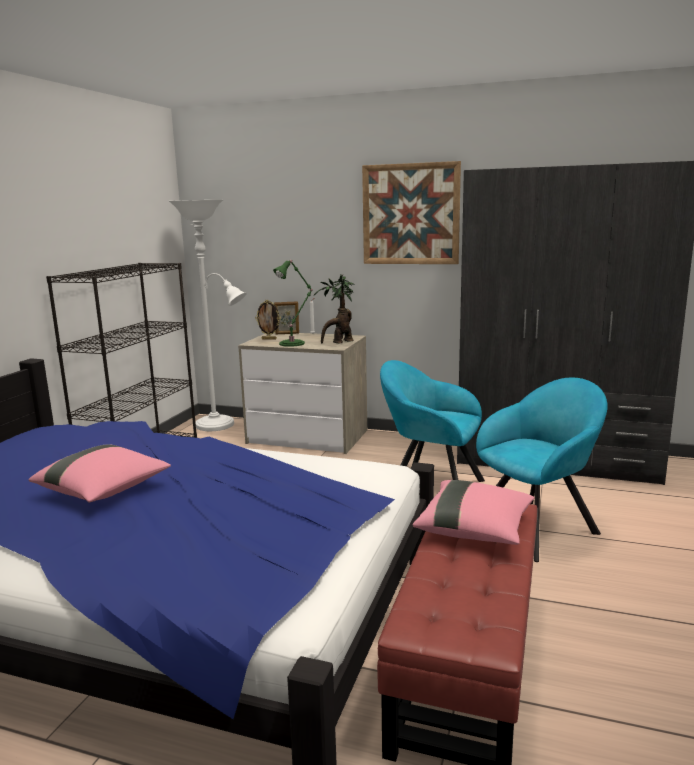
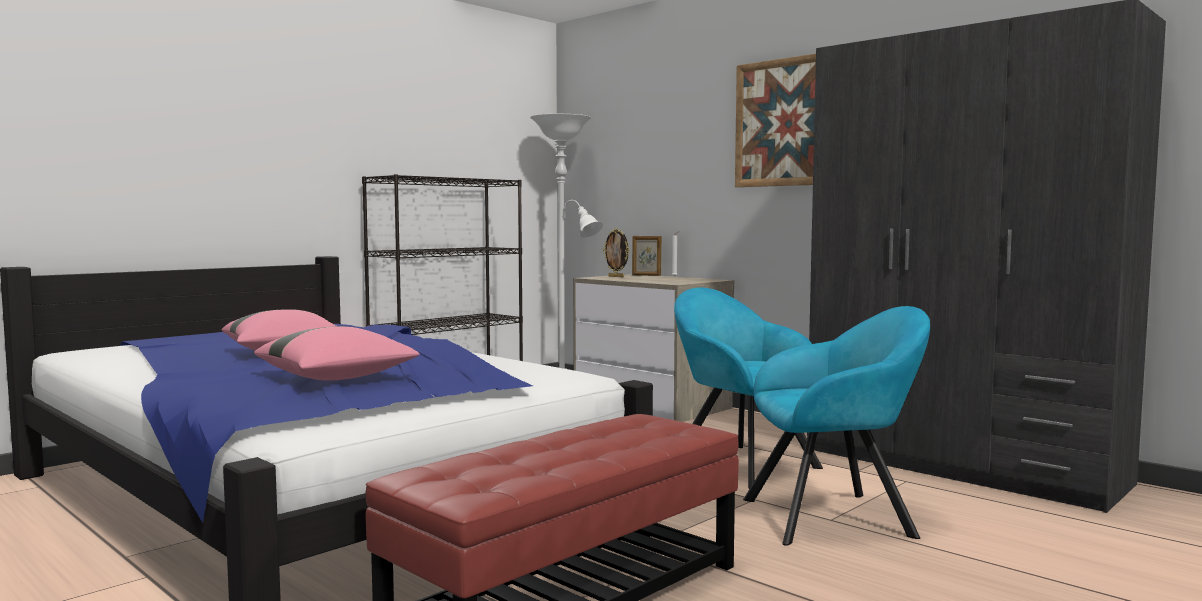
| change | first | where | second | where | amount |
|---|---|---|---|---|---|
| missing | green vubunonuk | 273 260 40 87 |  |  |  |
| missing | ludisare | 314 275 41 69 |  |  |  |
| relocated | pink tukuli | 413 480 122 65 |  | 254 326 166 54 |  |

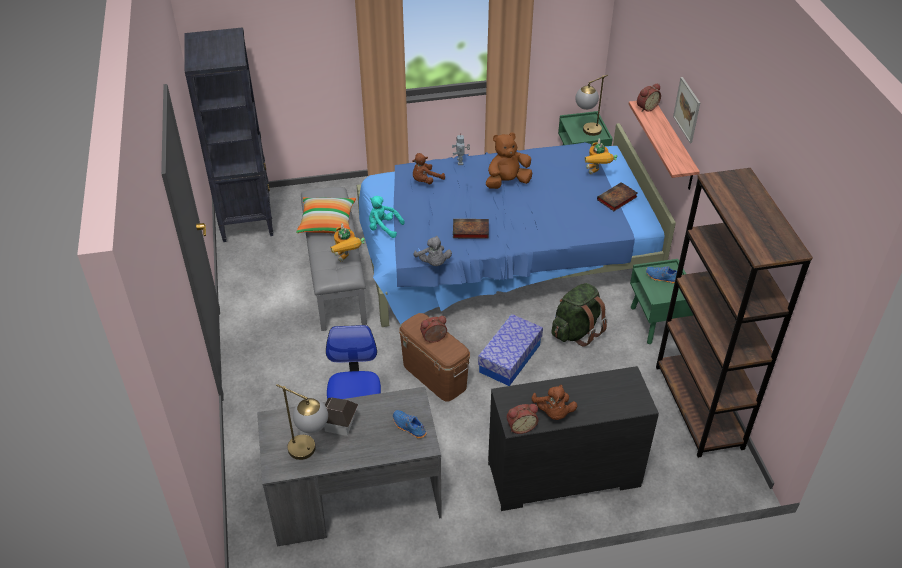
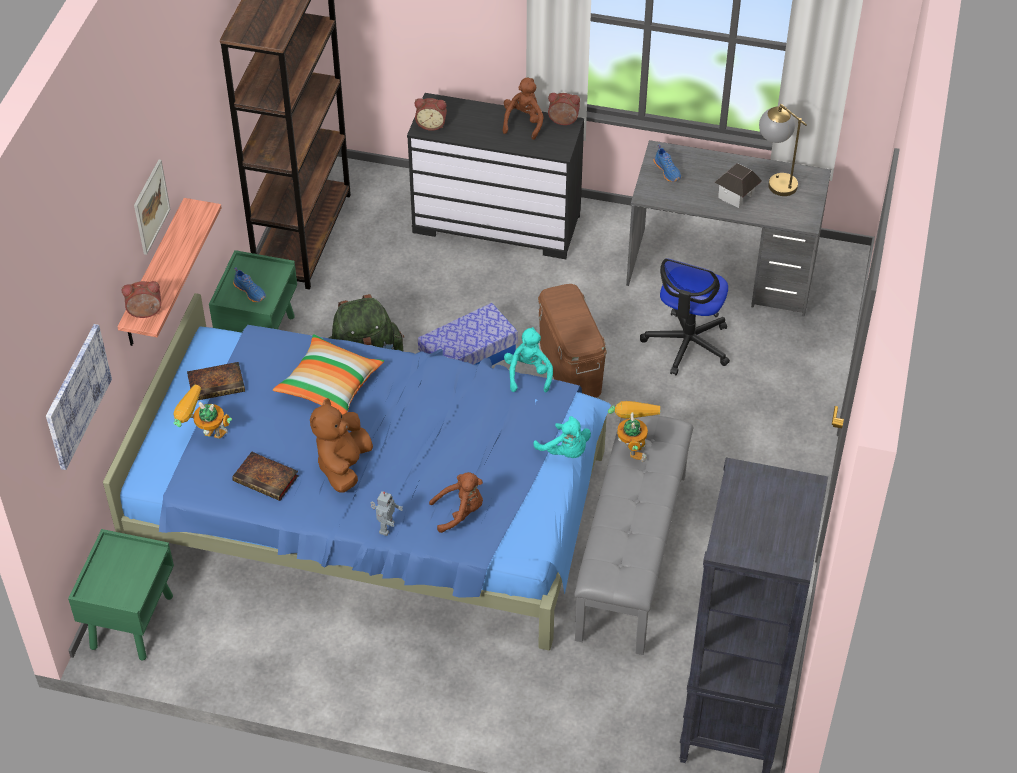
| change | first | where | second | where | amount |
|---|---|---|---|---|---|
| missing | vubunonuk | 575 75 33 61 |  |  |  |
| appeared |  |  | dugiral | 46 324 66 146 |  |
| relocated | tukuli | 296 197 60 37 |  | 273 334 111 81 |  |
| relocated | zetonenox | 420 316 27 27 |  | 415 98 32 33 |  |
| relocated | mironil | 453 219 36 20 |  | 232 452 66 49 |  |
| colour | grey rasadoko | 414 236 38 30 | turquoise rasadoko | 504 327 49 66 |  |
| spun | brown rasadoko | 486 132 46 57 |  | 310 398 63 95 | 105 degrees clockwise |
| spun | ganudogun | 585 138 33 37 |  | 173 385 59 54 | 90 degrees counterclockwise |

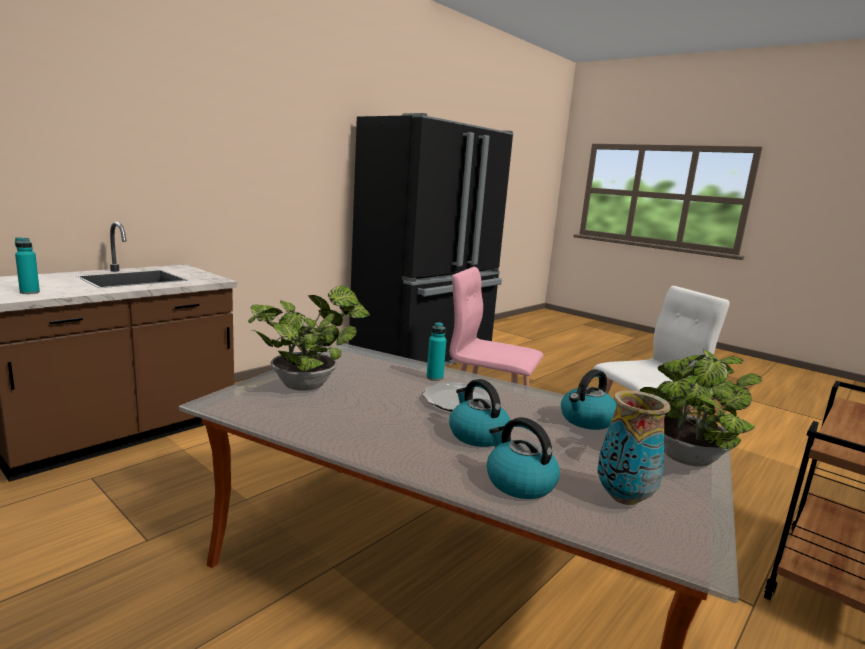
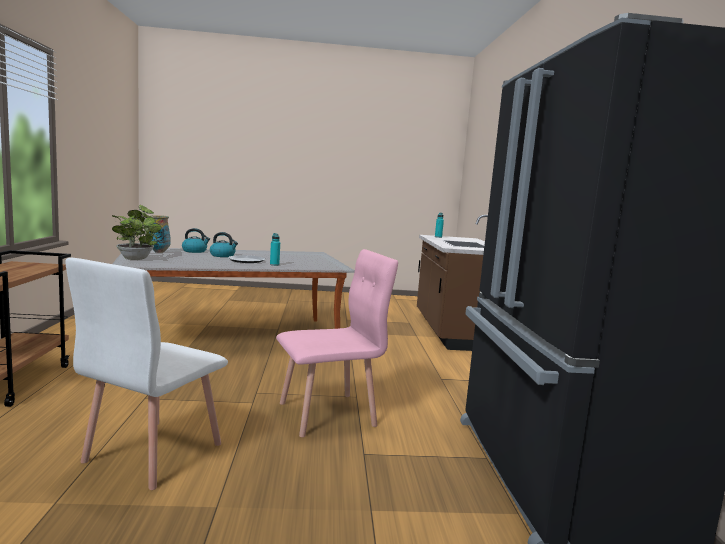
| change | first | where | second | where | amount |
|---|---|---|---|---|---|
| missing | ludisare | 248 286 122 105 |  |  |  |
| missing | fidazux | 561 369 56 61 |  |  |  |

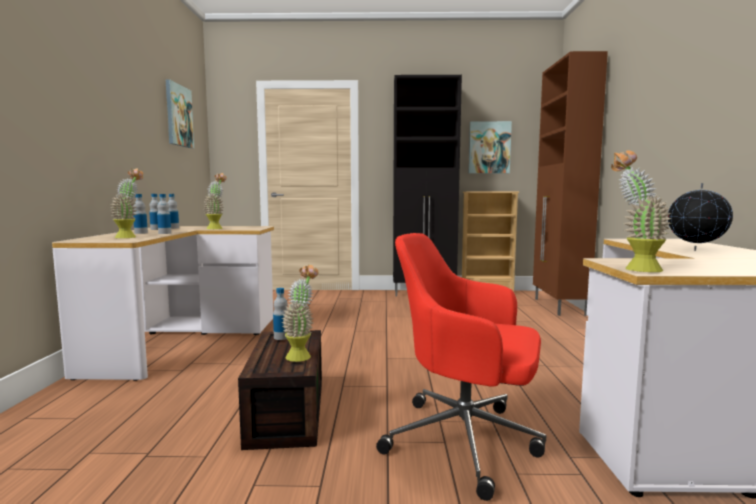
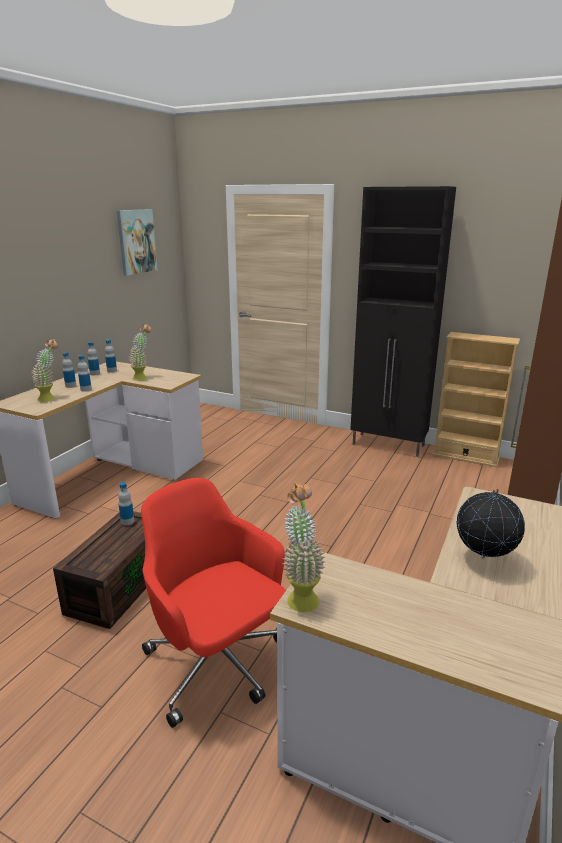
| change | first | where | second | where | amount |
|---|---|---|---|---|---|
| missing | ludisare | 282 265 36 97 |  |  |  |
| missing | dugiral | 469 121 43 52 |  |  |  |

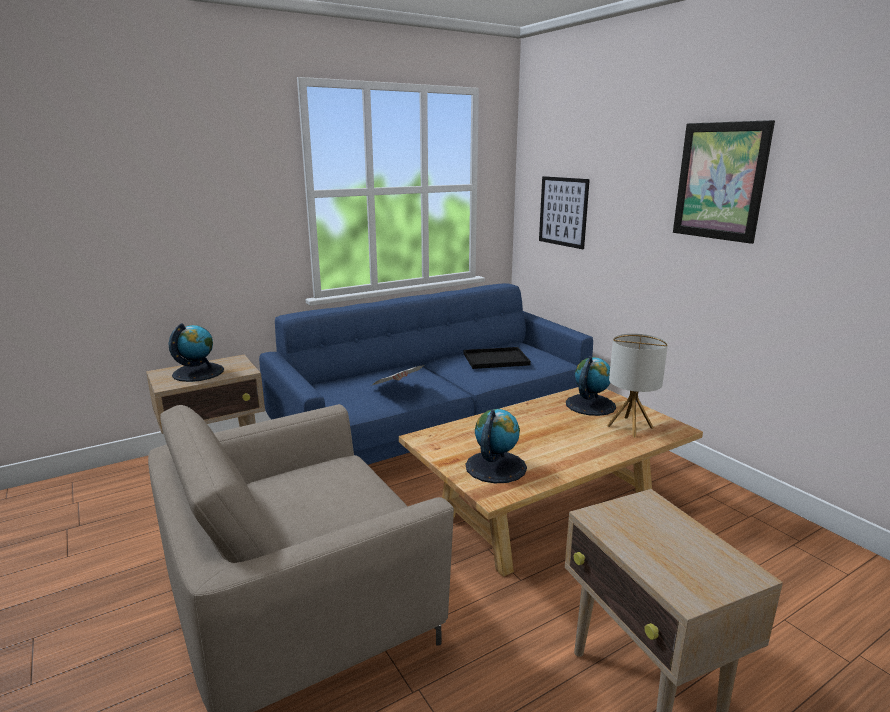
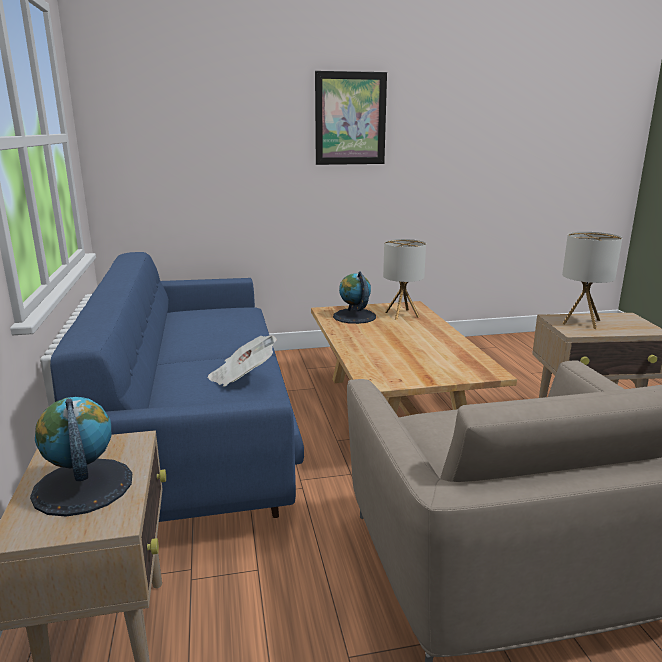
| change | first | where | second | where | amount |
|---|---|---|---|---|---|
| missing | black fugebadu | 464 347 67 22 |  |  |  |
| missing | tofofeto | 466 409 61 74 |  |  |  |
| missing | dugiral | 539 176 51 73 |  |  |  |
| appeared |  |  | vubunonuk | 562 232 60 97 |  |

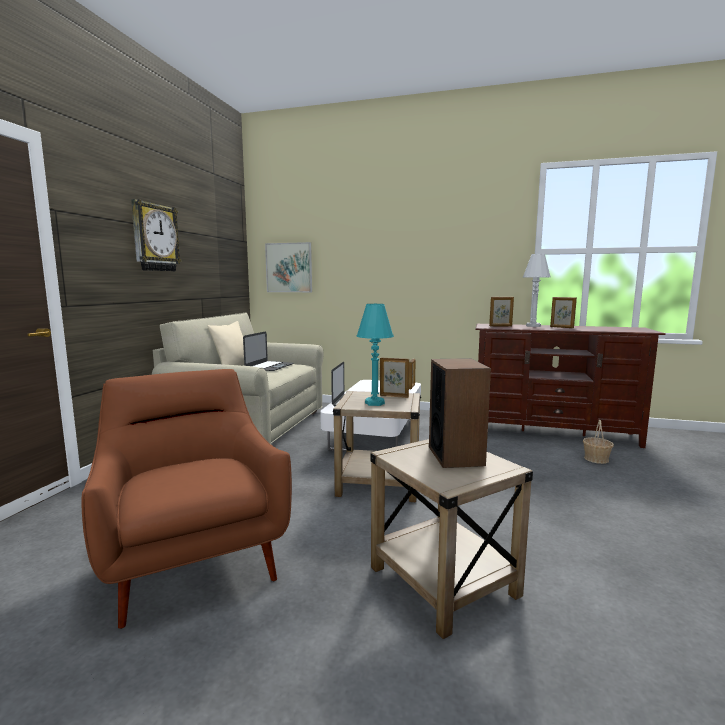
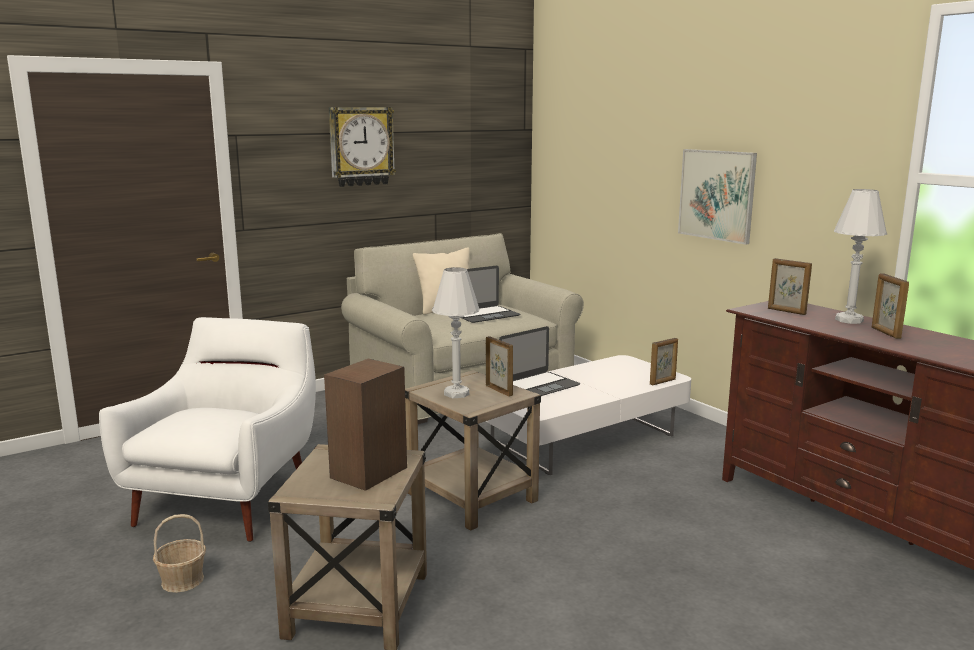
| change | first | where | second | where | amount |
|---|---|---|---|---|---|
| relocated | dugiral | 265 242 47 50 |  | 678 149 79 96 |  |
| relocated | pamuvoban | 583 420 31 44 |  | 153 514 53 79 |  |
| colour | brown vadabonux | 82 369 210 260 | white vadabonux | 99 317 217 225 |  |
| colour | turquoise vubunonuk | 357 304 37 102 | white vubunonuk | 432 267 48 131 |  |

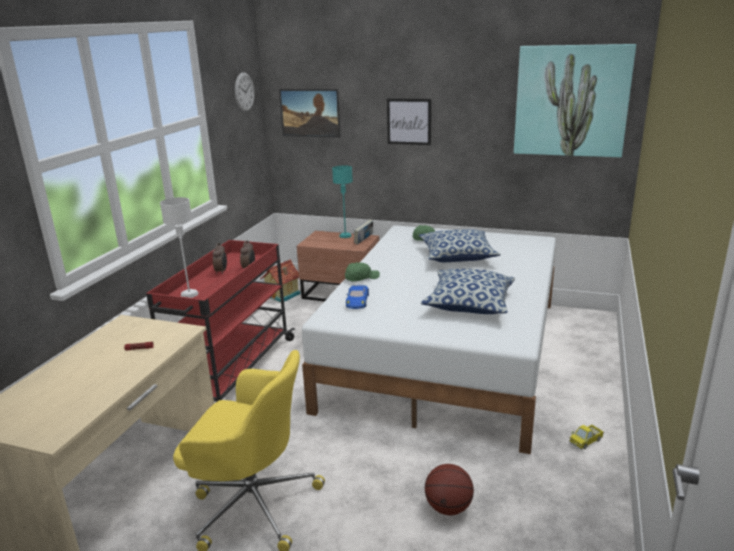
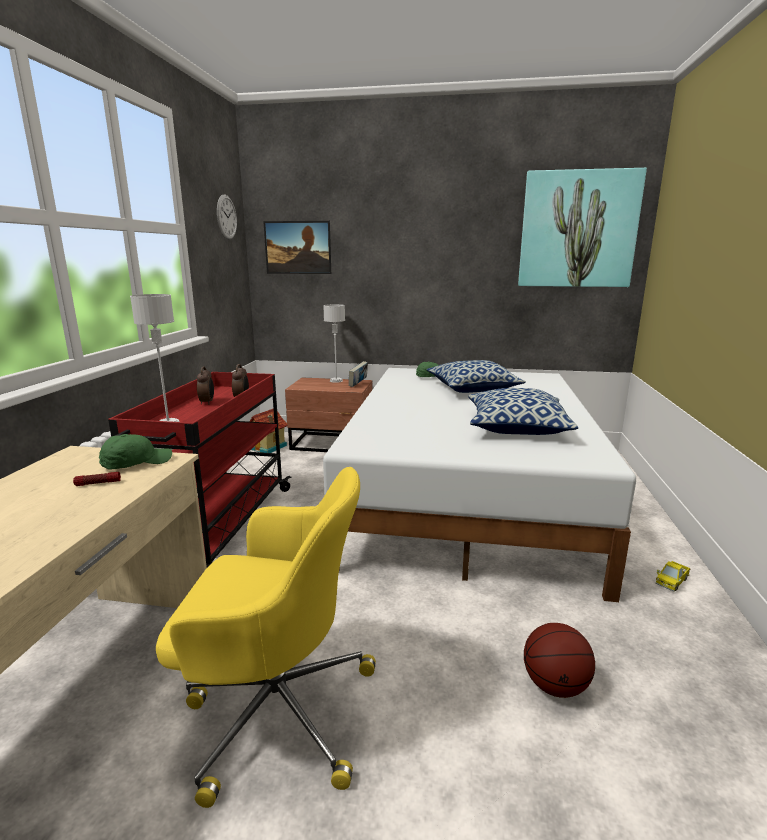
| change | first | where | second | where | amount |
|---|---|---|---|---|---|
| missing | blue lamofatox | 346 285 23 24 |  |  |  |
| missing | dugiral | 387 99 44 46 |  |  |  |
| relocated | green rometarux | 345 262 35 19 |  | 99 434 73 35 |  |
| colour | turquoise vubunonuk | 332 165 21 73 | grey vubunonuk | 323 304 22 79 |  |

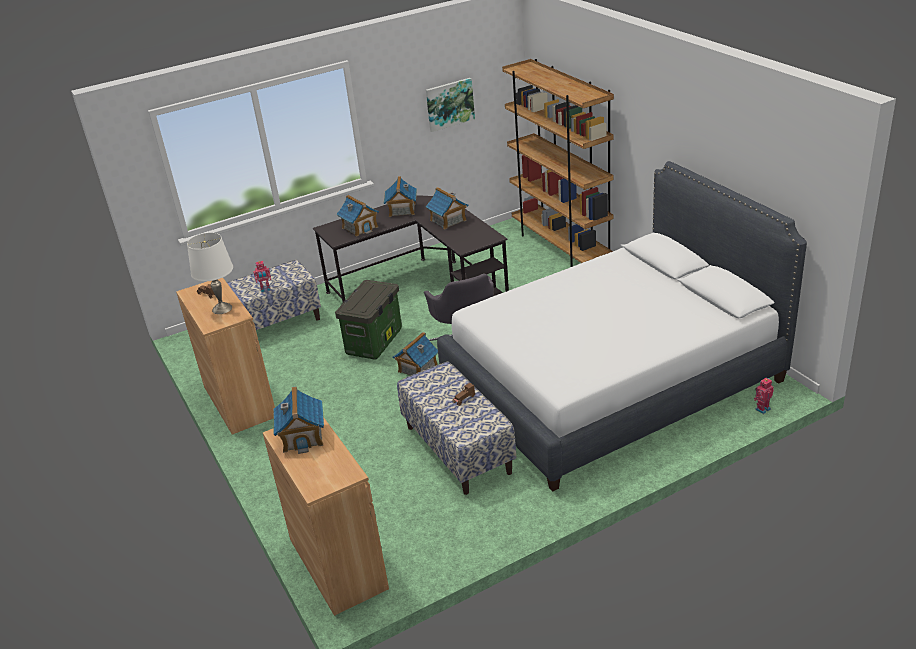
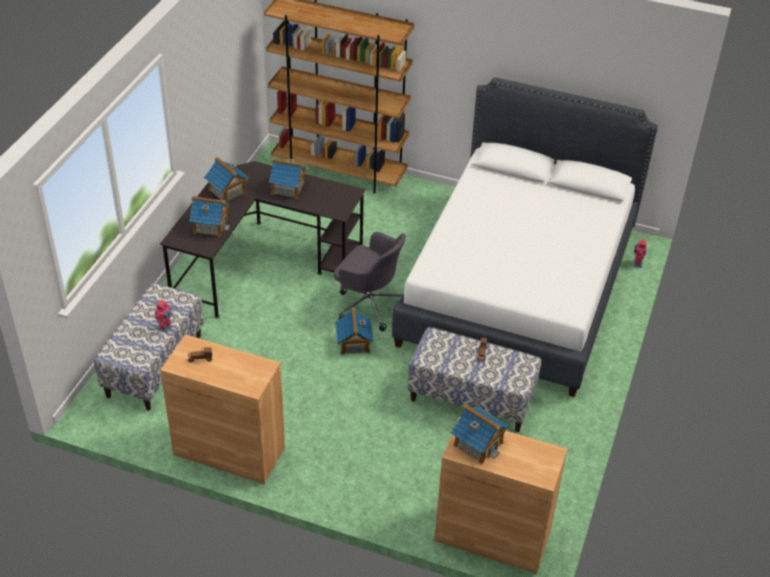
| change | first | where | second | where | amount |
|---|---|---|---|---|---|
| missing | white vubunonuk | 187 233 46 81 |  |  |  |
| missing | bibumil | 335 280 67 80 |  |  |  |
| missing | dugiral | 426 78 49 54 |  |  |  |

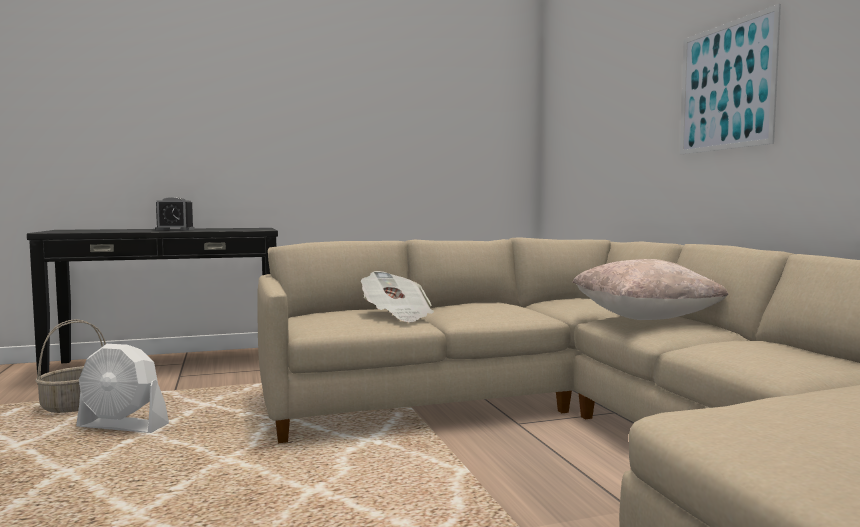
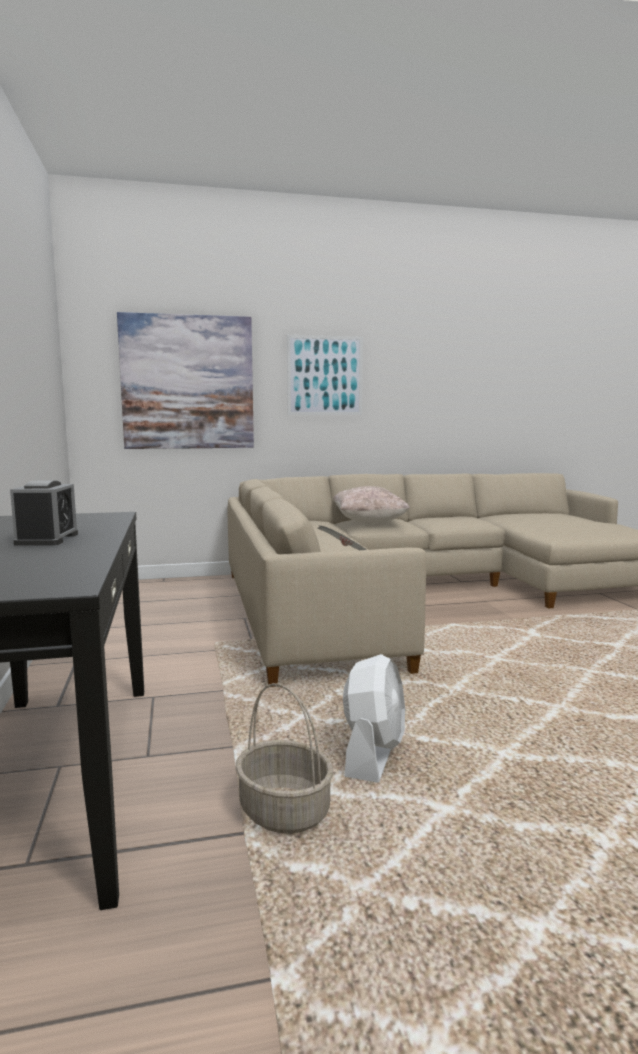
| change | first | where | second | where | amount |
|---|---|---|---|---|---|
| appeared |  |  | dugiral | 117 312 137 137 |  |

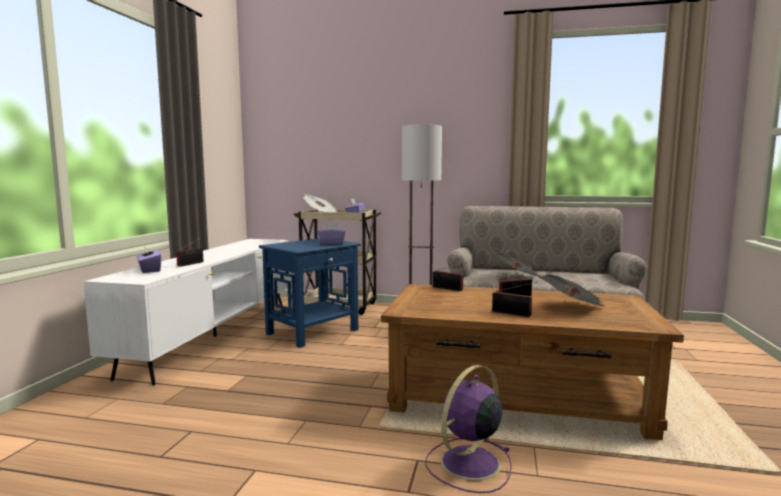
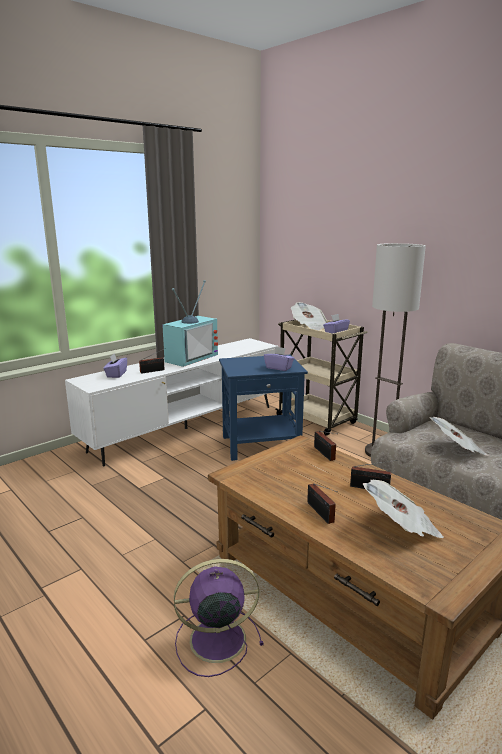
| change | first | where | second | where | amount |
|---|---|---|---|---|---|
| appeared |  |  | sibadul | 162 280 56 87 |  |

